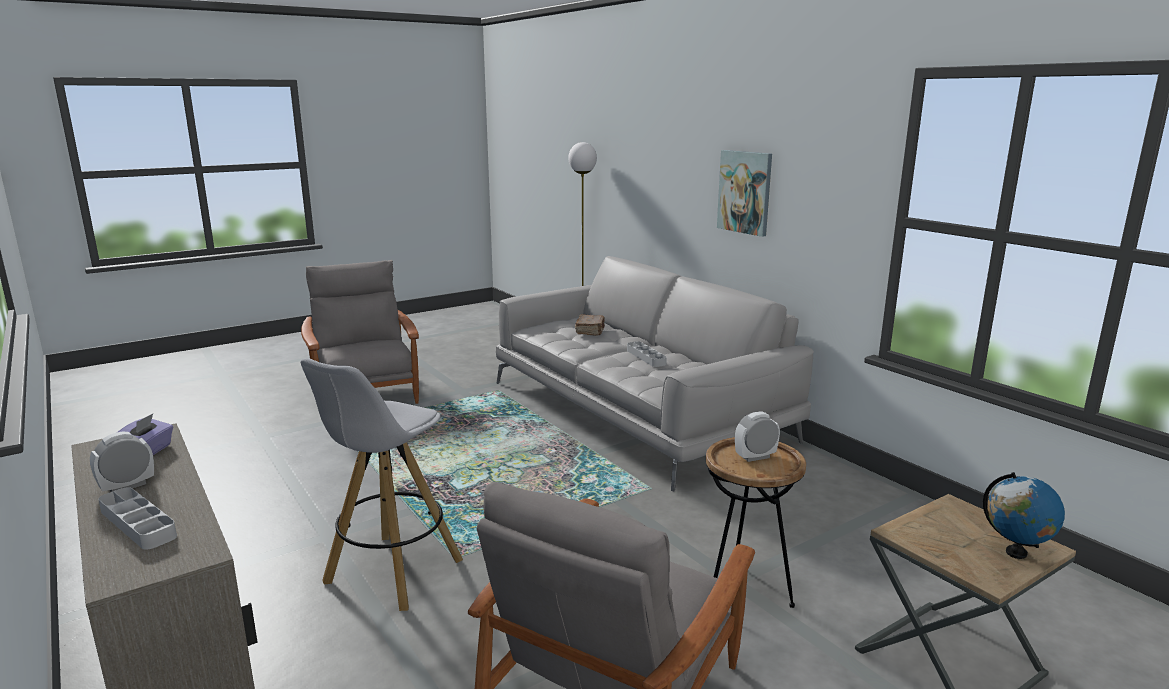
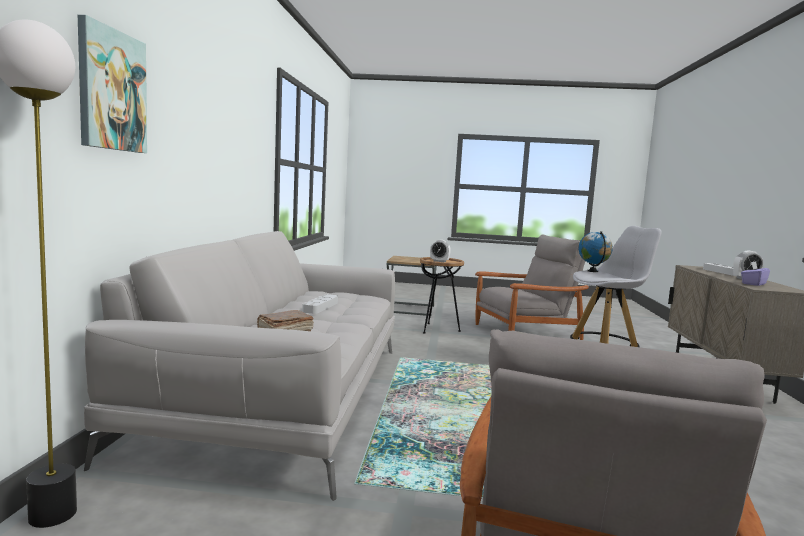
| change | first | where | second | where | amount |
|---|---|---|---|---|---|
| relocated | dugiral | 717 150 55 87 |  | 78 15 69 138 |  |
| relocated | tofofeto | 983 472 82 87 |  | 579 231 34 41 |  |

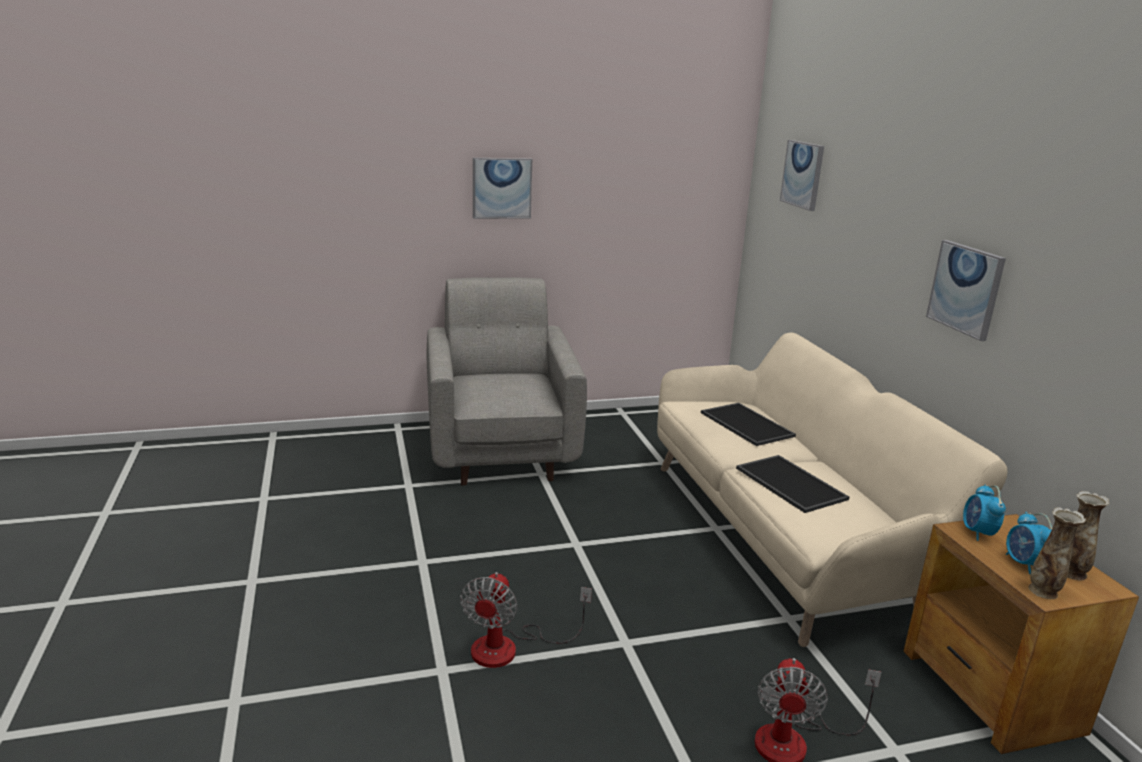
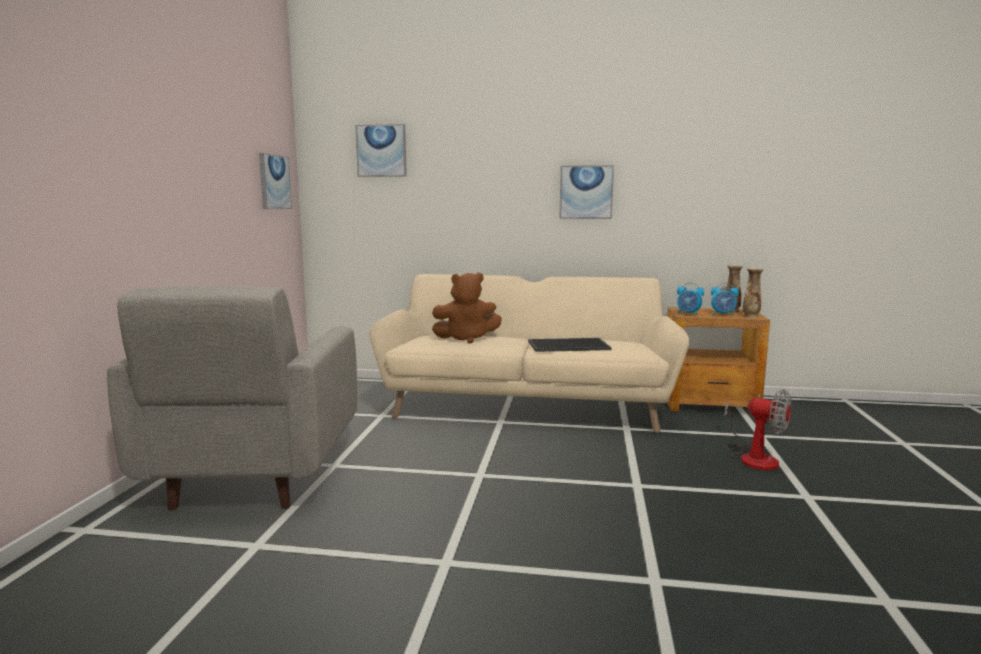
| change | first | where | second | where | amount |
|---|---|---|---|---|---|
| missing | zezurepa | 460 572 132 96 |  |  |  |
| relocated | dugiral | 473 158 59 61 |  | 259 153 33 56 |  |
| exchanged | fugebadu | 701 403 95 43 | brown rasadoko | 432 273 70 70 |  |
| spun | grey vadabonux | 427 277 160 209 |  | 107 286 250 224 | 105 degrees counterclockwise |

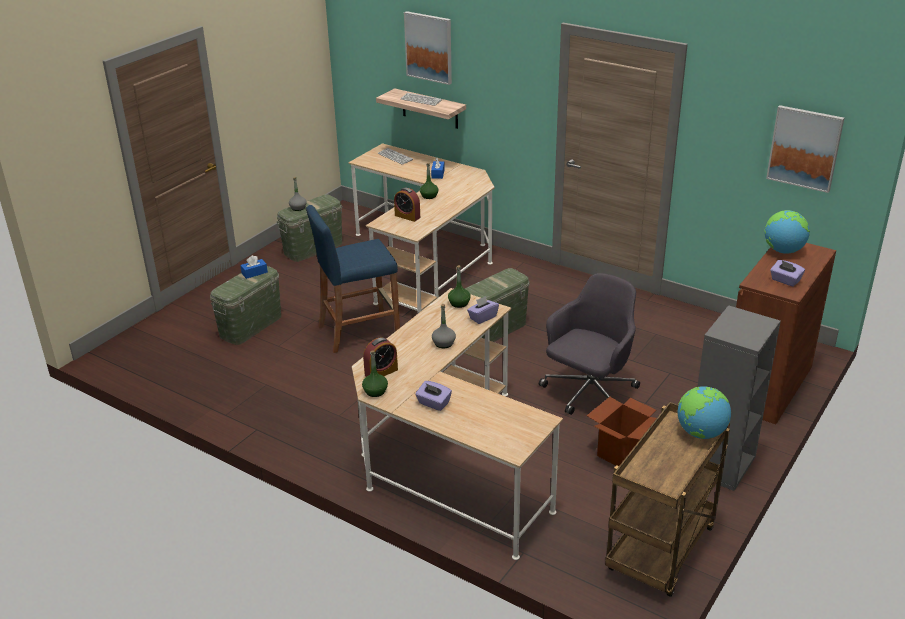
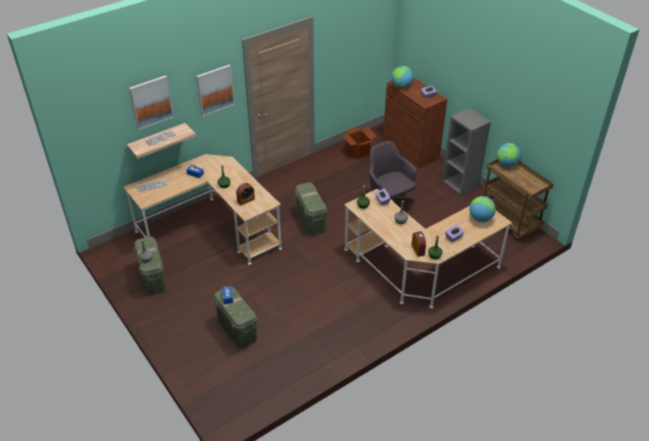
| change | first | where | second | where | amount |
|---|---|---|---|---|---|
| missing | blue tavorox | 306 205 94 148 |  |  |  |
| appeared |  |  | tofofeto | 469 196 27 26 |  |
| relocated | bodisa | 587 397 69 69 |  | 342 127 35 33 |  |
| relocated | dugiral | 766 105 78 88 |  | 196 64 39 52 |  |

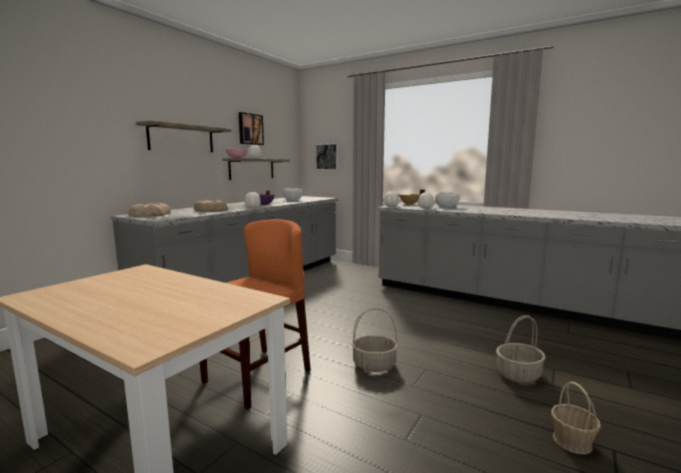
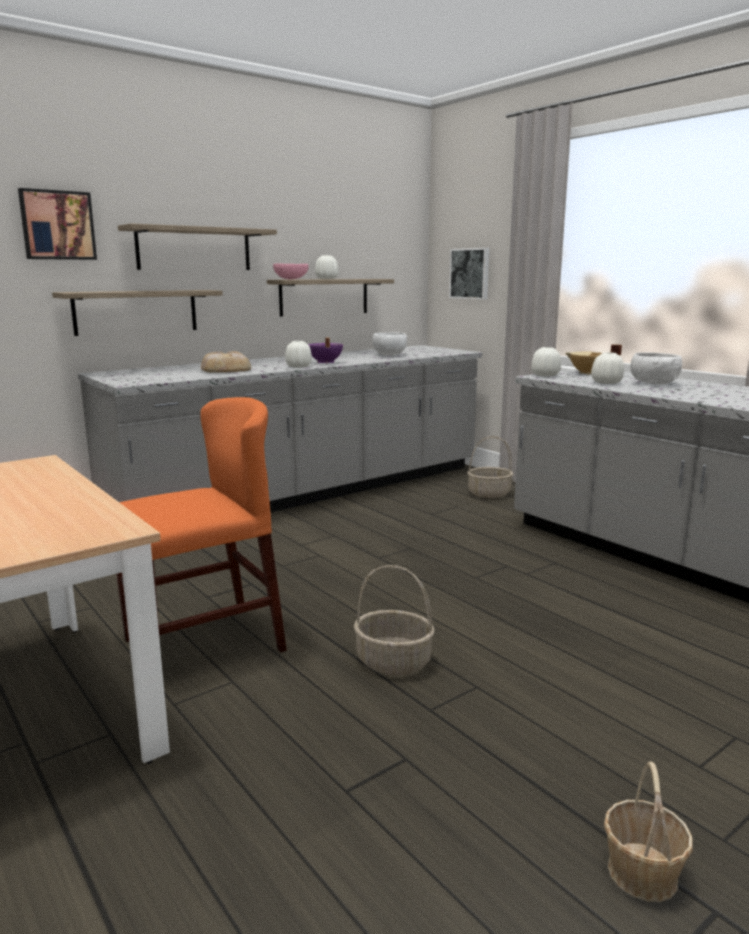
| change | first | where | second | where | amount |
|---|---|---|---|---|---|
| missing | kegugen | 128 203 43 13 |  |  |  |
| appeared |  |  | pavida | 52 290 171 46 |  |
| relocated | dugiral | 239 112 25 33 |  | 18 188 79 72 |  |
| relocated | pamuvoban | 496 315 50 68 |  | 467 436 46 62 |  |

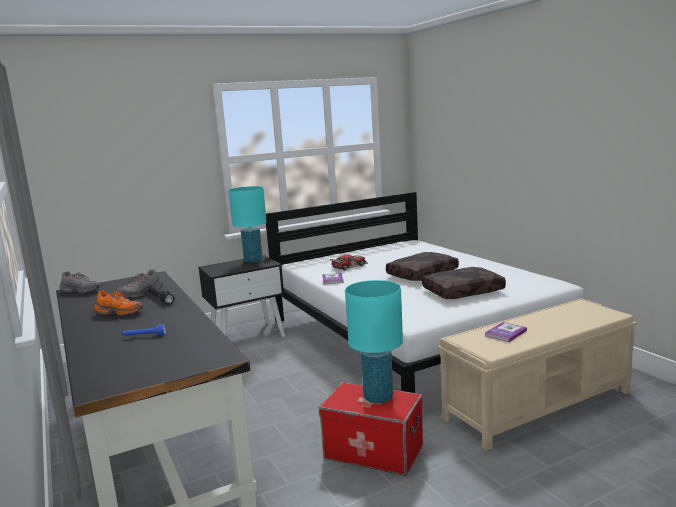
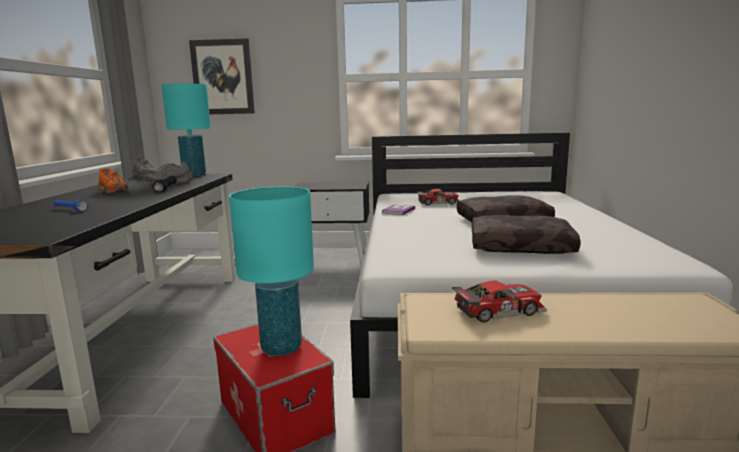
| change | first | where | second | where | amount |
|---|---|---|---|---|---|
| appeared |  |  | dugiral | 189 38 66 76 |  |
| relocated | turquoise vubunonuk | 228 186 39 77 |  | 161 83 50 93 |  |
| exchanged | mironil | 485 322 42 20 | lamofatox | 452 280 95 43 |  |

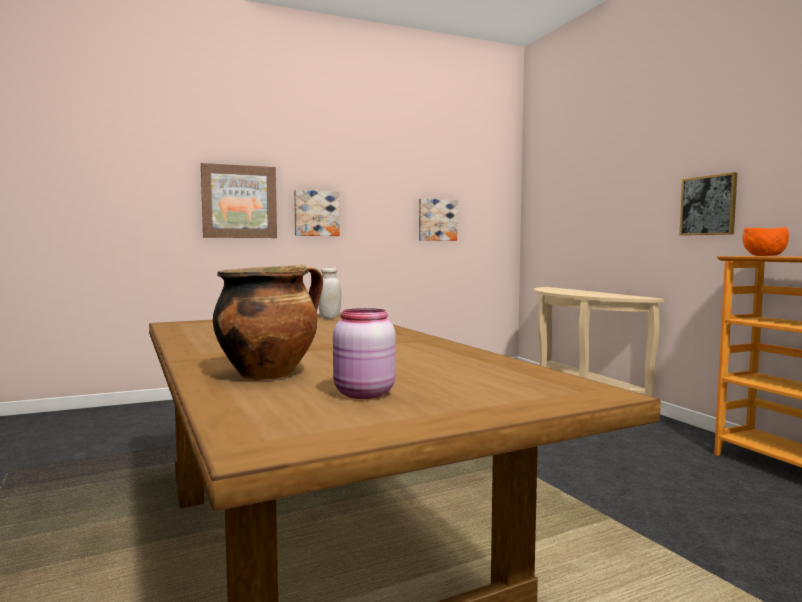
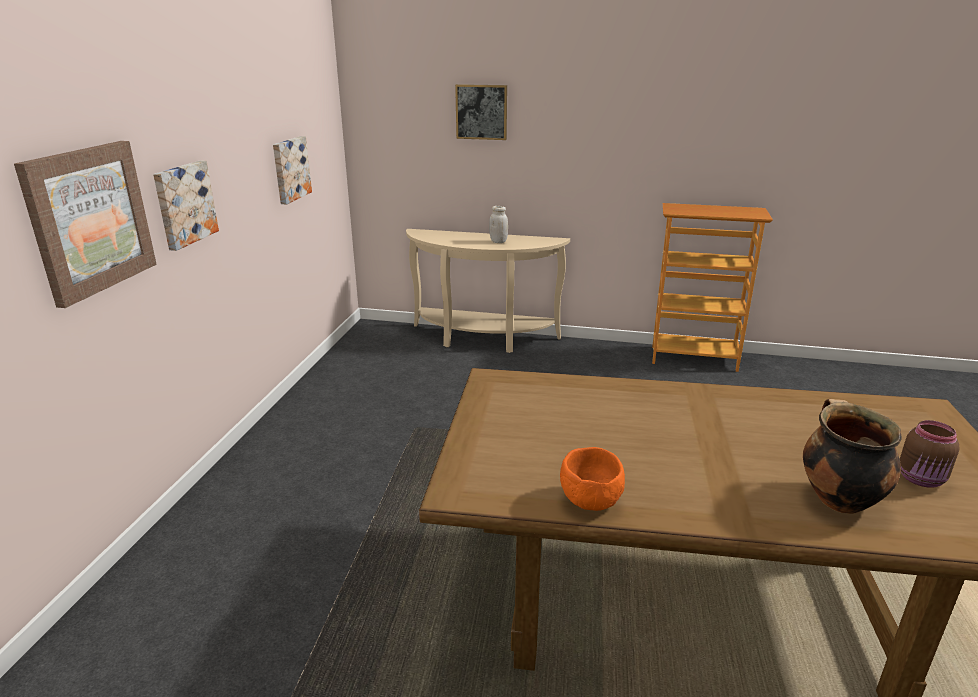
| change | first | where | second | where | amount |
|---|---|---|---|---|---|
| relocated | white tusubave | 318 267 23 51 |  | 489 206 19 37 |  |
| relocated | dugiral | 679 172 58 64 |  | 455 84 52 56 |  |
| relocated | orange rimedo | 743 227 46 29 |  | 560 447 65 64 |  |
| colour | pink tusubave | 333 308 63 91 | brown tusubave | 900 420 60 68 |  |

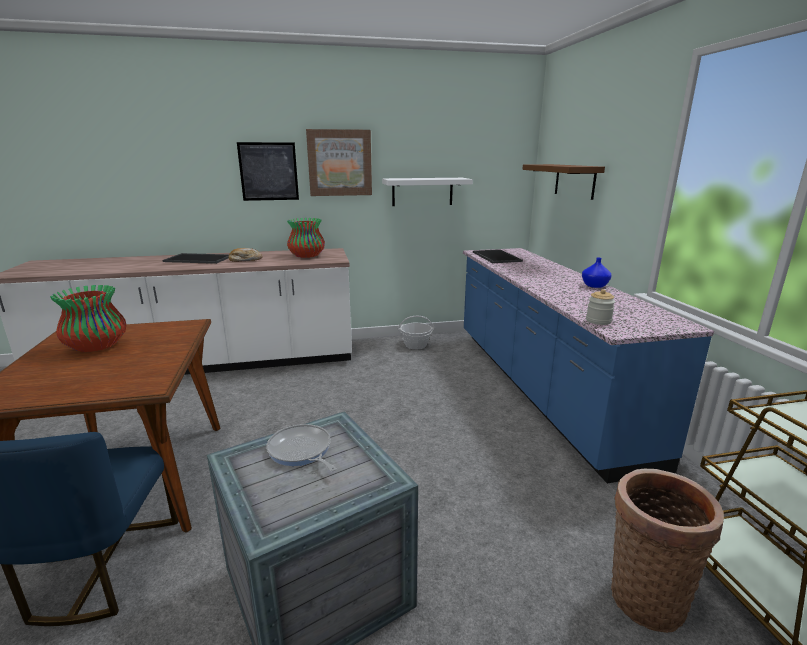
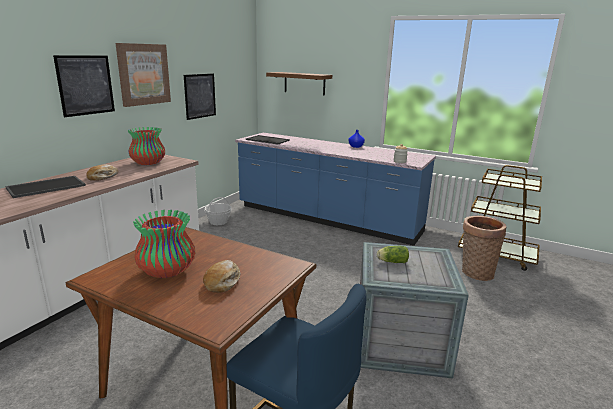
| change | first | where | second | where | amount |
|---|---|---|---|---|---|
| appeared |  |  | kegugen | 203 260 38 33 |  |
| exchanged | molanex | 266 424 70 47 | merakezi | 377 246 32 17 |  |
| exchanged | white pavida | 382 178 91 28 | dugiral | 184 74 32 46 |  |

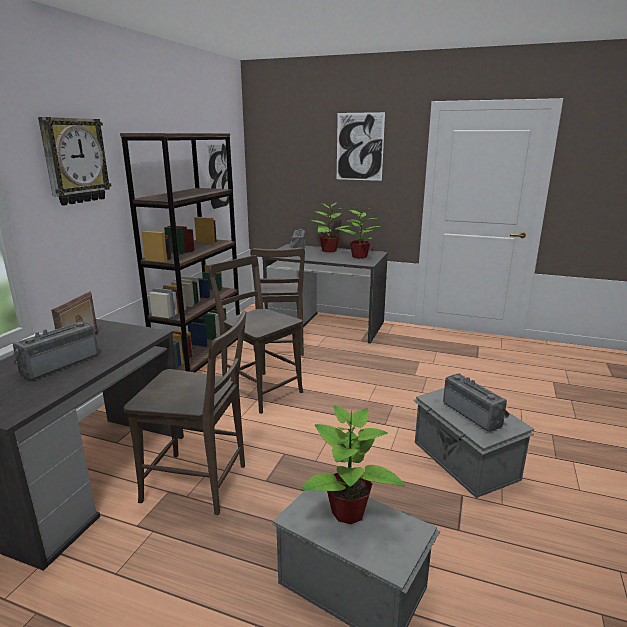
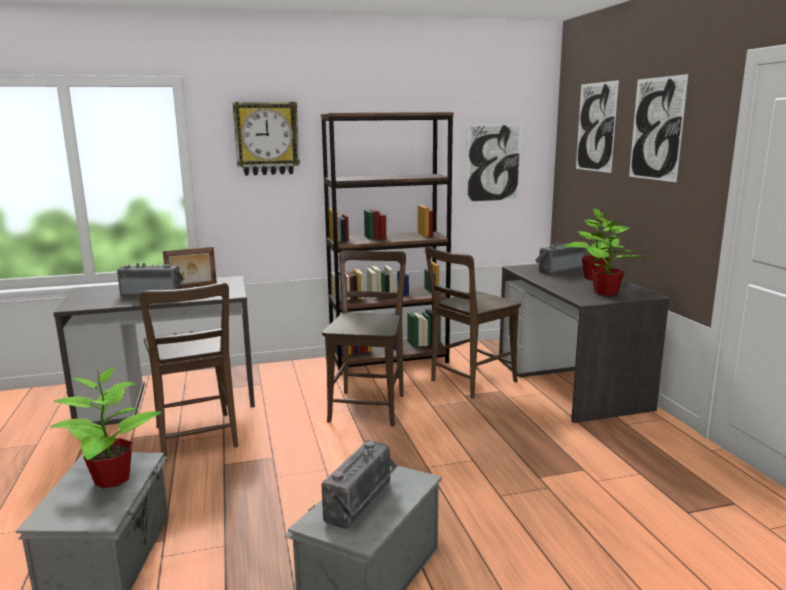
| change | first | where | second | where | amount |
|---|---|---|---|---|---|
| appeared |  |  | dugiral | 576 80 43 93 |  |

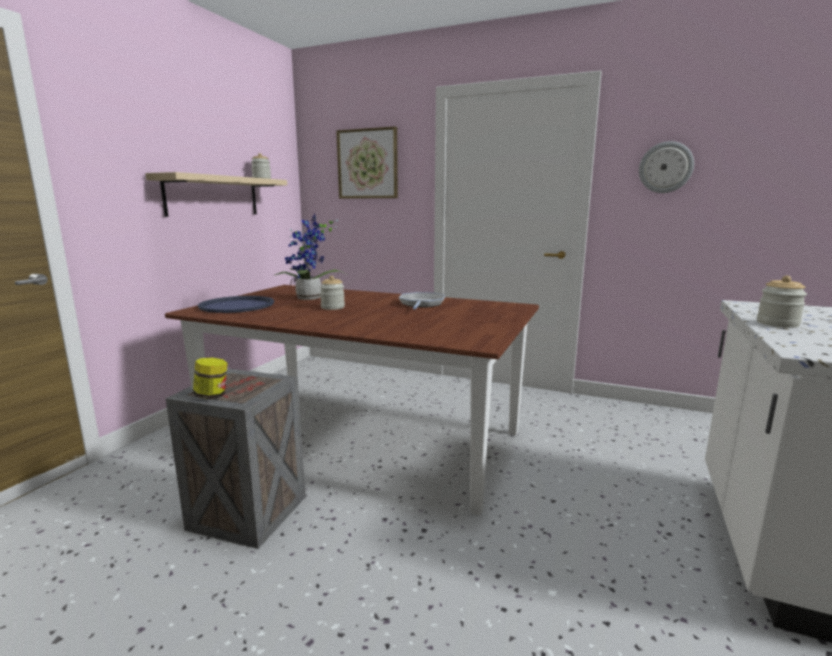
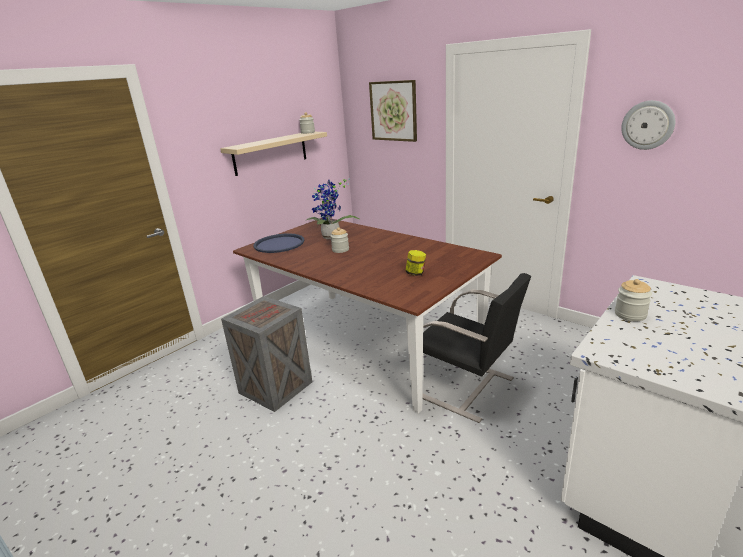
| change | first | where | second | where | amount |
|---|---|---|---|---|---|
| missing | molanex | 399 292 46 17 |  |  |  |
| appeared |  |  | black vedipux | 422 273 109 150 |  |
| relocated | tusubave | 193 358 34 41 |  | 405 250 21 26 |  |

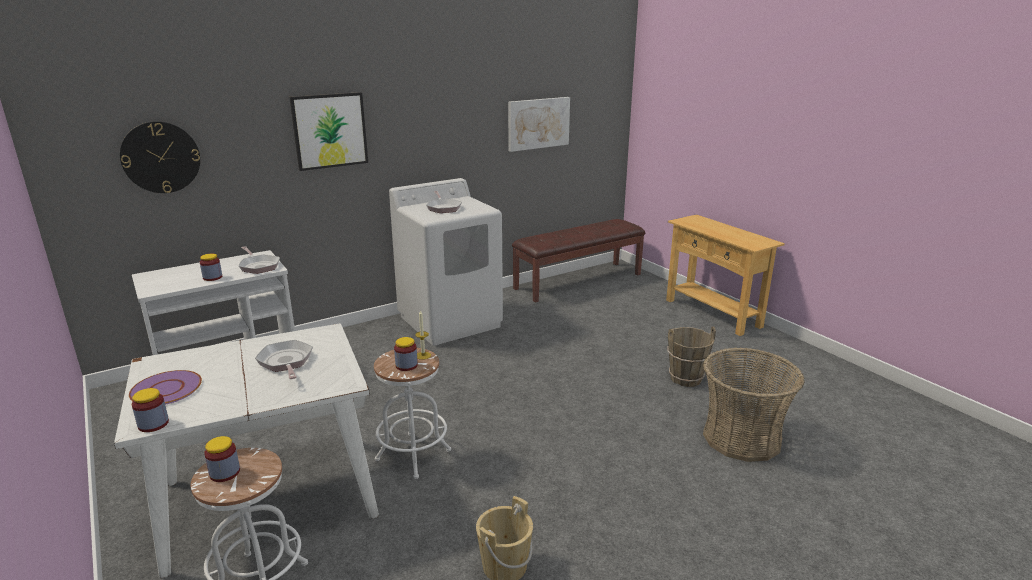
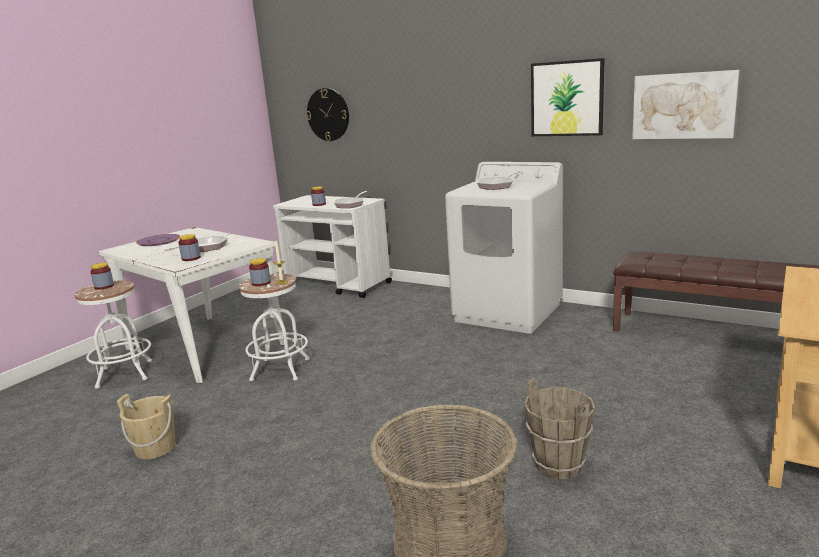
| change | first | where | second | where | amount |
|---|---|---|---|---|---|
| relocated | tusubave | 132 388 37 44 |  | 178 234 23 27 |  |
| relocated | dugiral | 289 92 79 79 |  | 531 58 74 78 |  |

